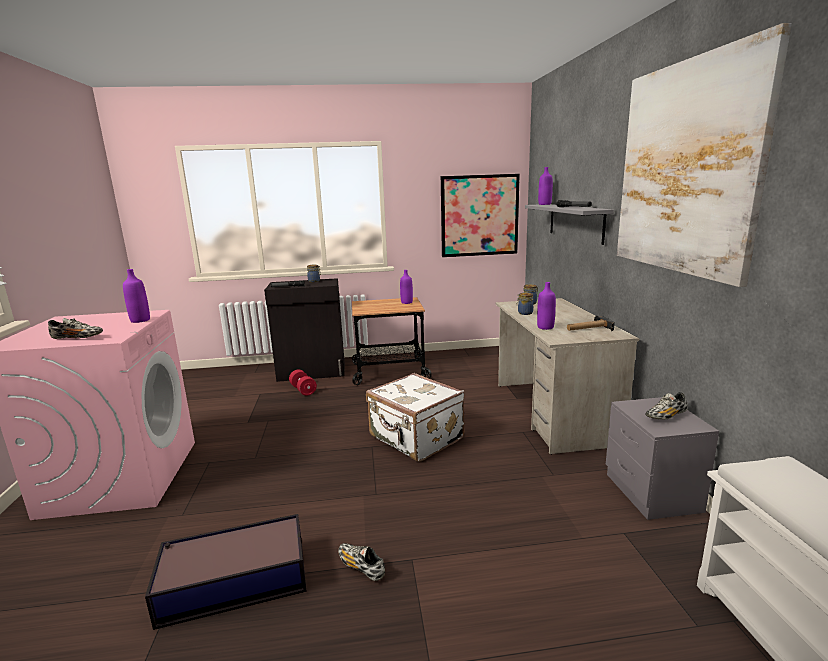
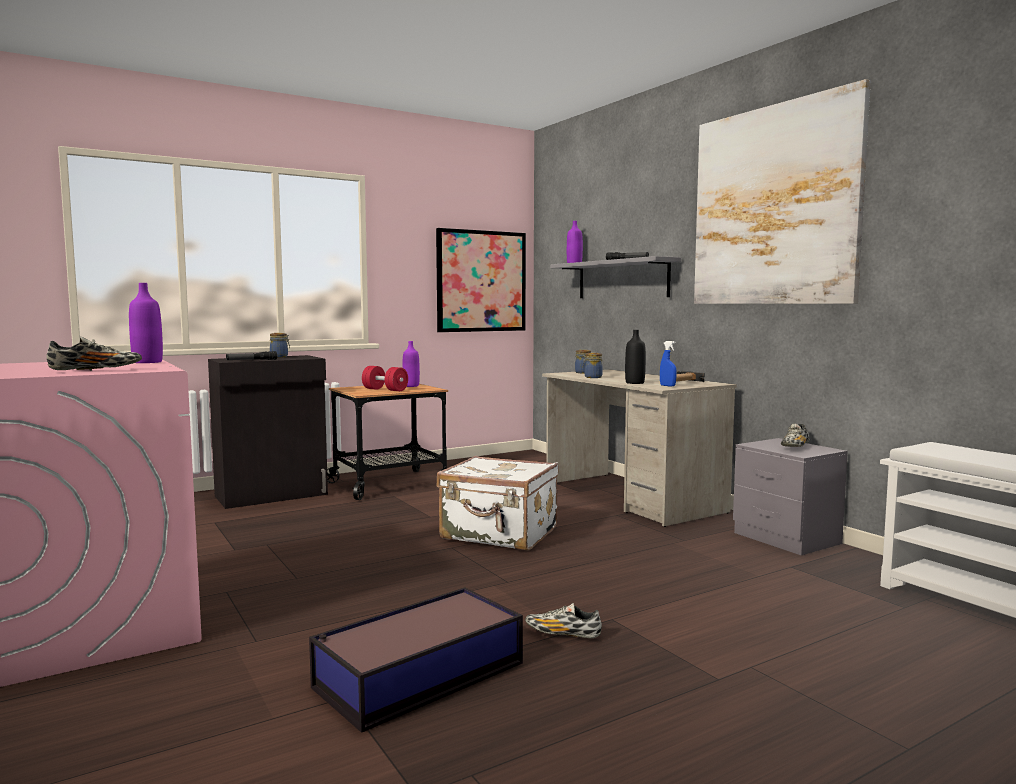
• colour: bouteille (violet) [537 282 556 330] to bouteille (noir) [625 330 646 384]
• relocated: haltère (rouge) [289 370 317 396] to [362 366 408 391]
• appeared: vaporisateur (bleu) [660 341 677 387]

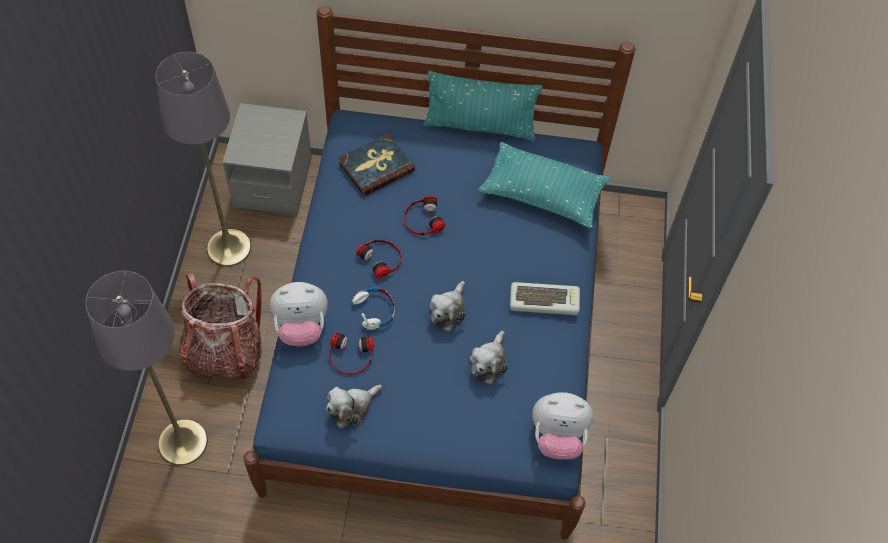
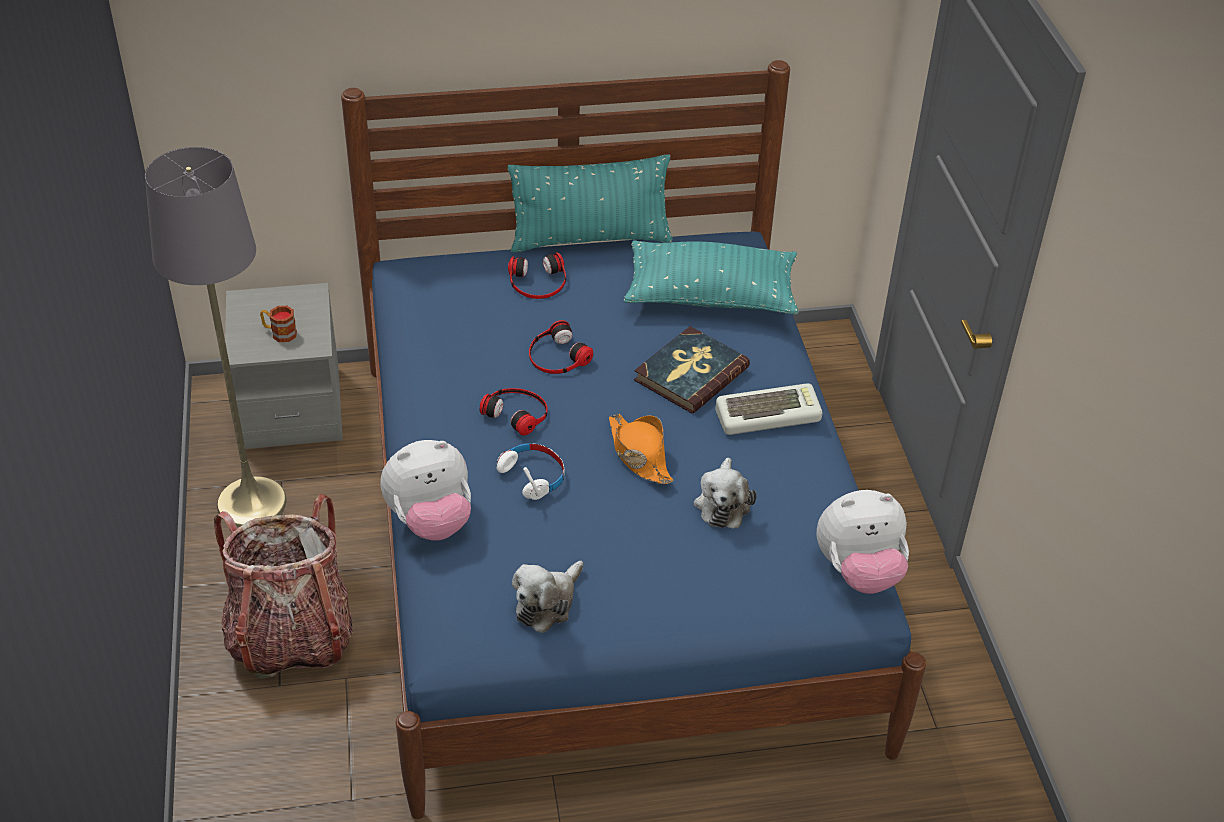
• relocated: livre [339 133 415 196] to [634 326 750 414]
• missing: lampadaire (gris) [85 271 208 466]
• exchanged: peluche [430 281 466 332] to chapeau (orange) [609 413 674 484]
• relocated: casque audio [329 332 374 375] to [508 252 566 299]
• appeared: mug [260 306 297 342]

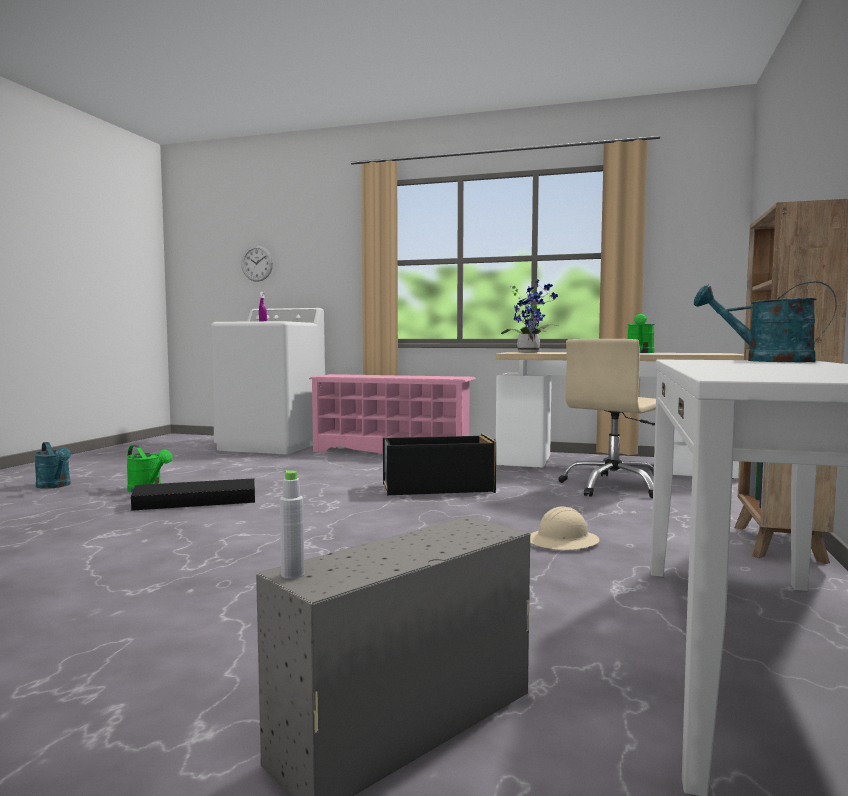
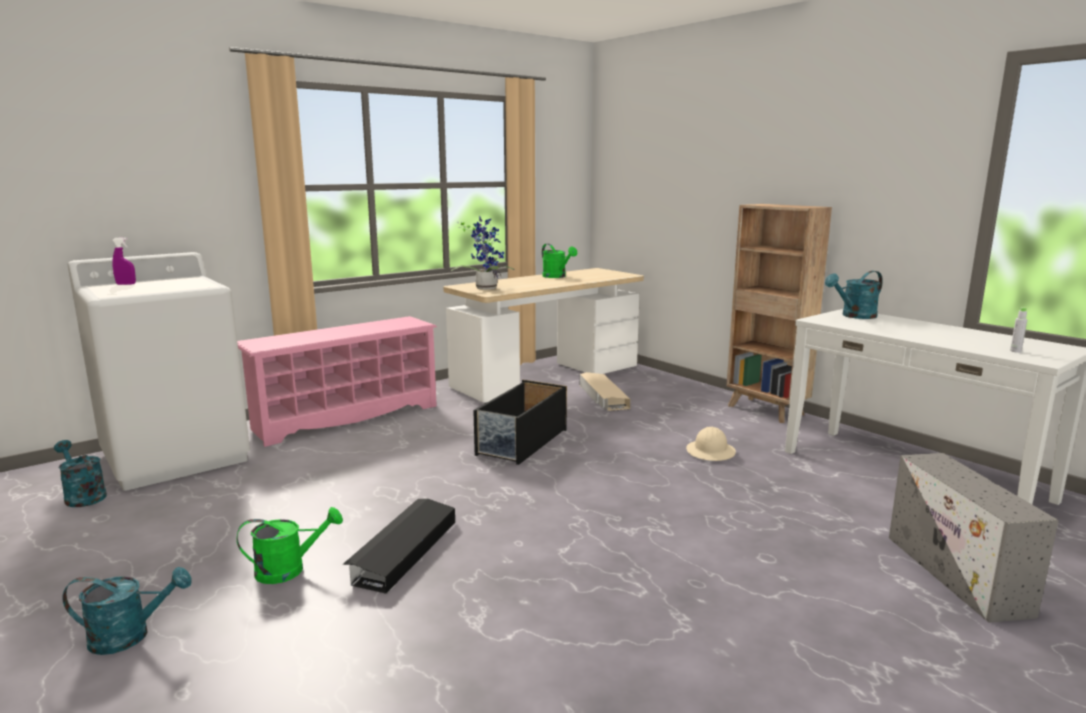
• missing: horloge murale [241 246 273 282]
• exchanged: chaise de bureau (beige) [558 339 656 498] to boîte de rangement (beige) [580 372 630 411]
• relocated: bouteille (gris) [280 470 304 579] to [1010 307 1028 353]
• appeared: arrosoir (turquoise) [54 440 107 507]

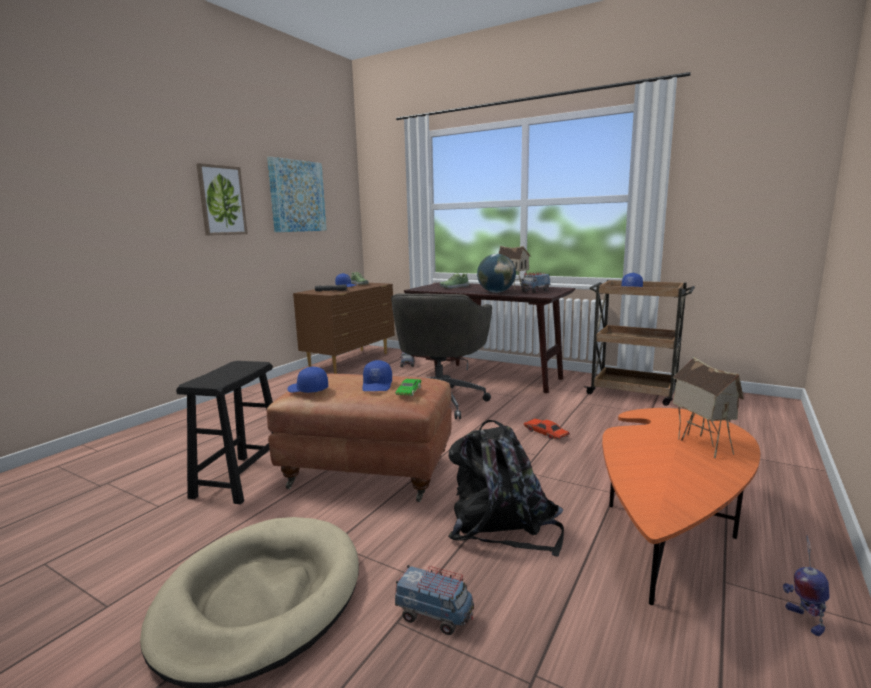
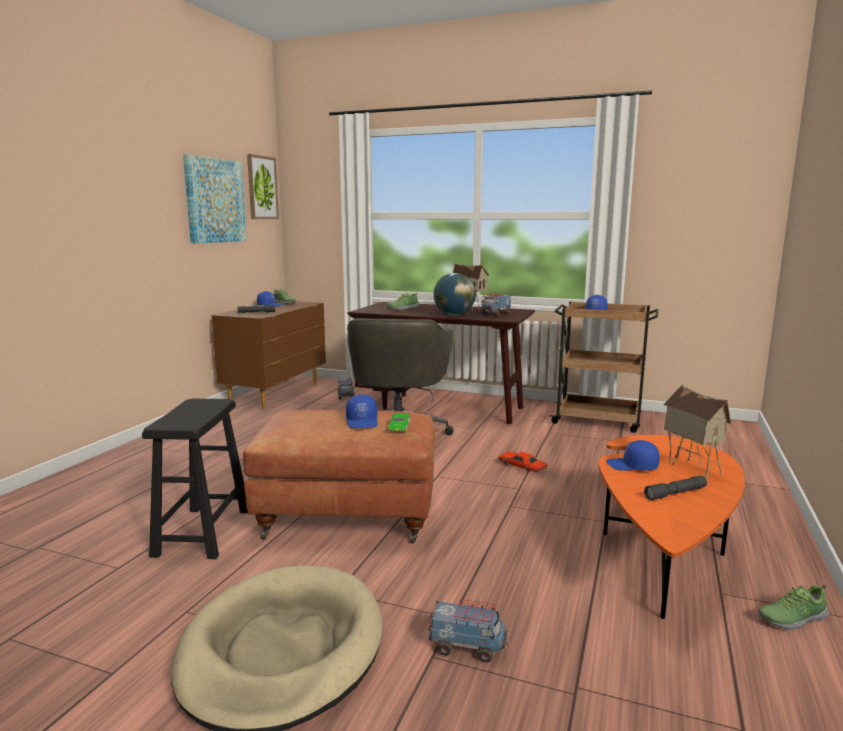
• relocated: tableau [196 163 248 236] to [247 154 279 219]
• relocated: casquette (bleu) [287 367 328 393] to [606 440 660 471]
• missing: sac à dos (noir) [448 420 564 557]
• exchanged: robot jouet [783 536 830 636] to chaussure [758 585 829 630]
• appeared: lampe de poche (gris) [644 476 707 501]

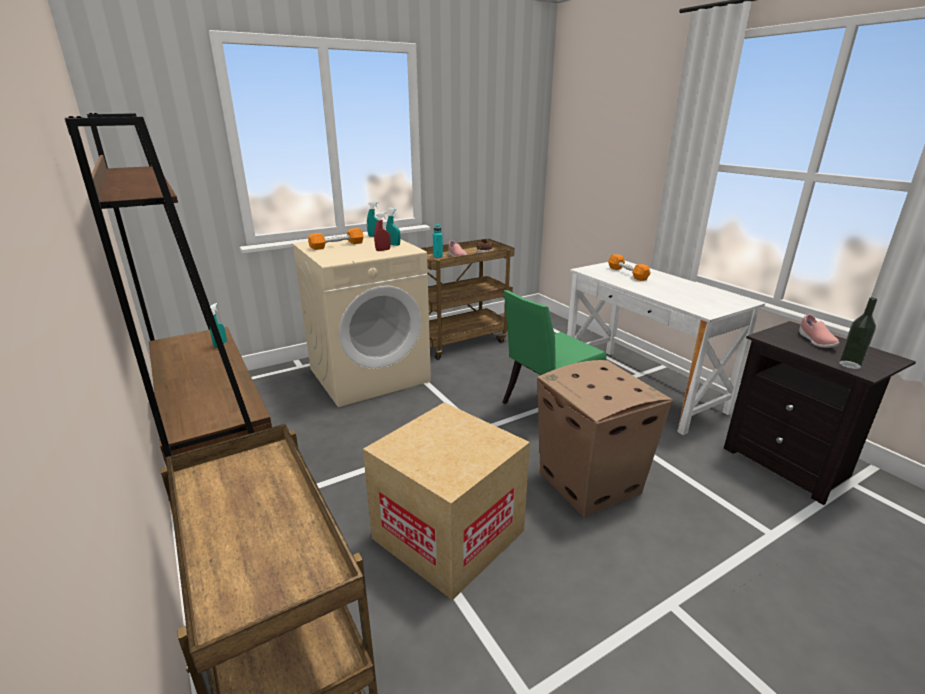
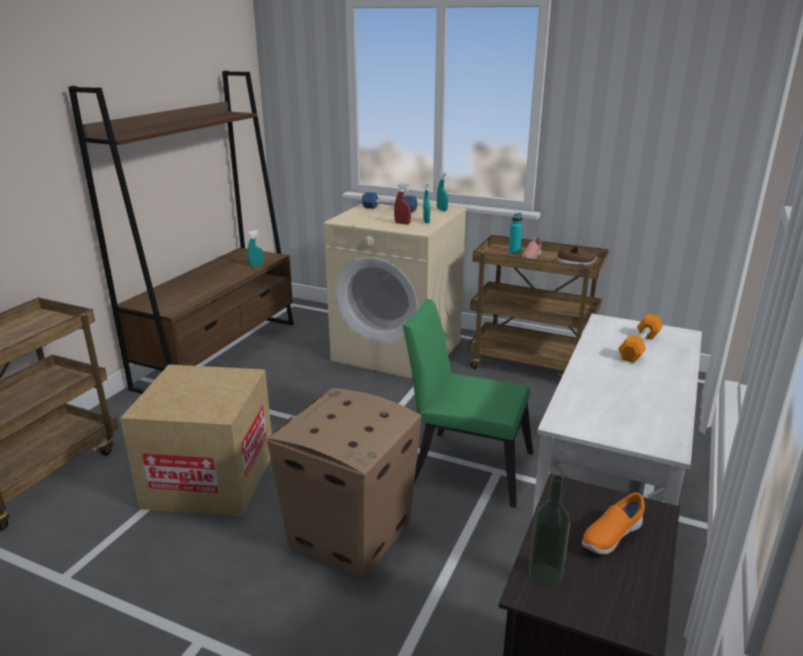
• colour: haltère (orange) [308 228 364 250] to haltère (bleu) [362 192 418 213]
• colour: chaussure (rose) [799 314 839 348] to chaussure (orange) [582 493 645 555]

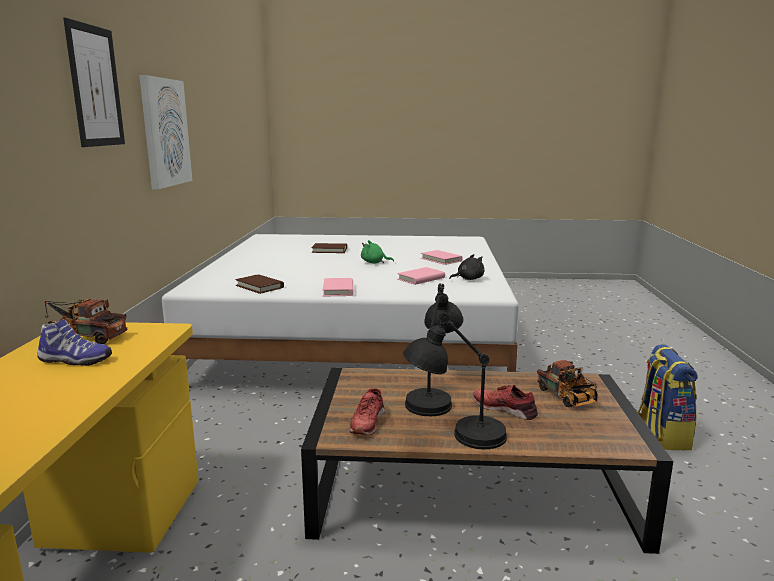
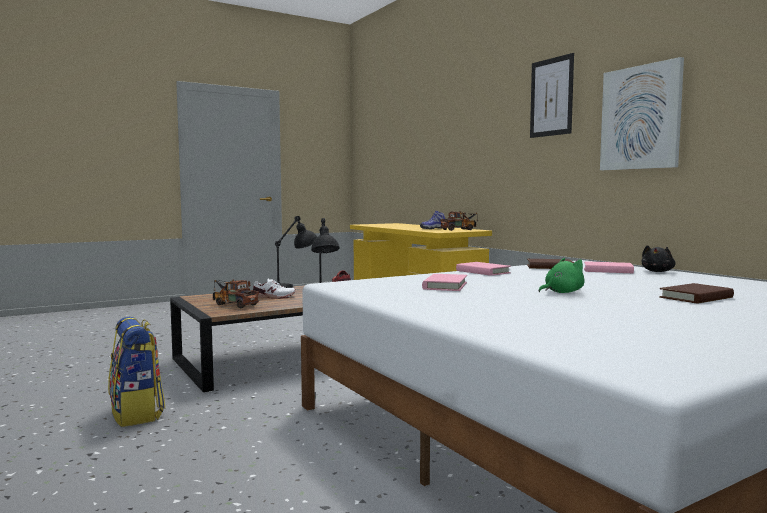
• relocated: livre (rose) [421 250 463 265] to [584 261 634 273]
• relocated: peluche (noir) [449 254 484 280] to [641 245 676 272]
• colour: chaussure (rouge) [473 385 538 420] to chaussure (blanc) [253 279 296 299]

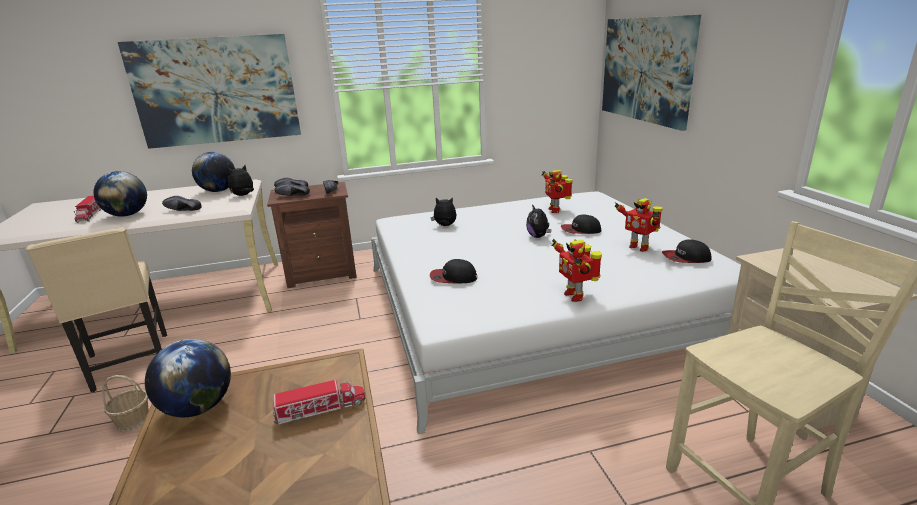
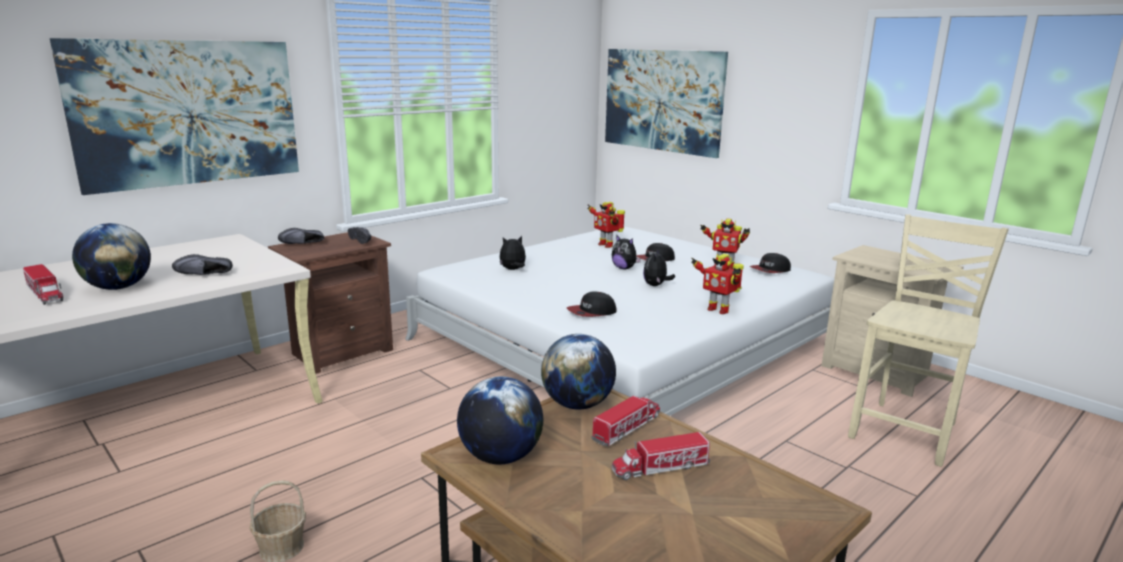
• relocated: globe [192 152 235 192] to [541 334 616 410]
• relocated: peluche [228 165 254 196] to [643 250 675 286]
• missing: chaussure (noir) [275 183 310 196]
• missing: chaise (beige) [26 227 167 392]
• appeared: camion jouet [612 432 710 480]

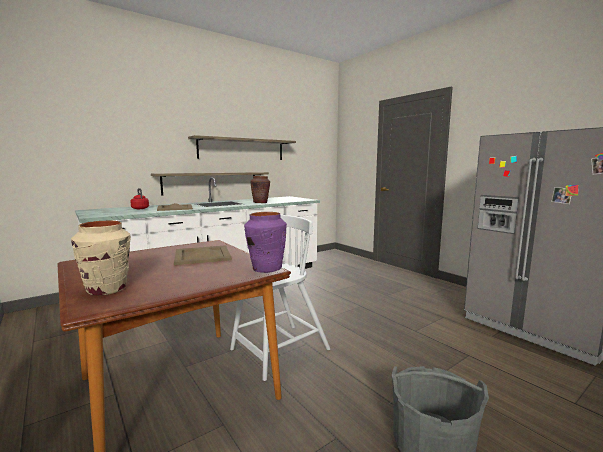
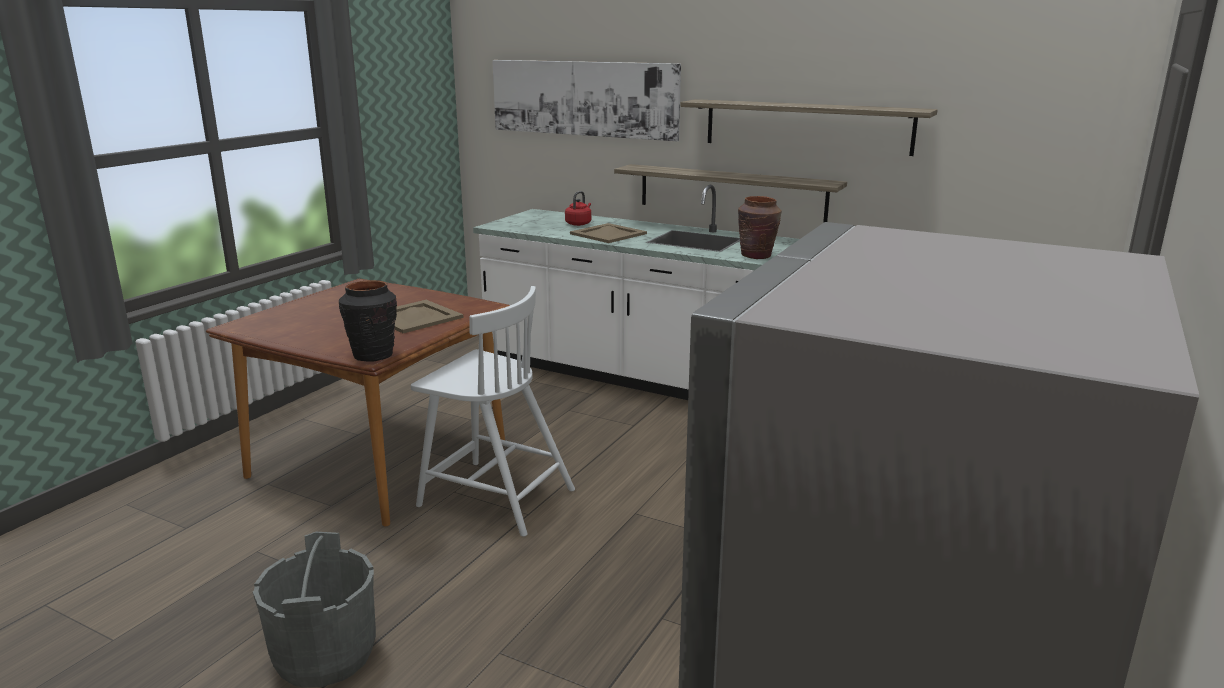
• colour: vase (violet) [244 212 287 273] to vase (noir) [339 280 397 362]
• missing: vase (beige) [71 221 131 296]
• appeared: tableau [492 60 681 141]

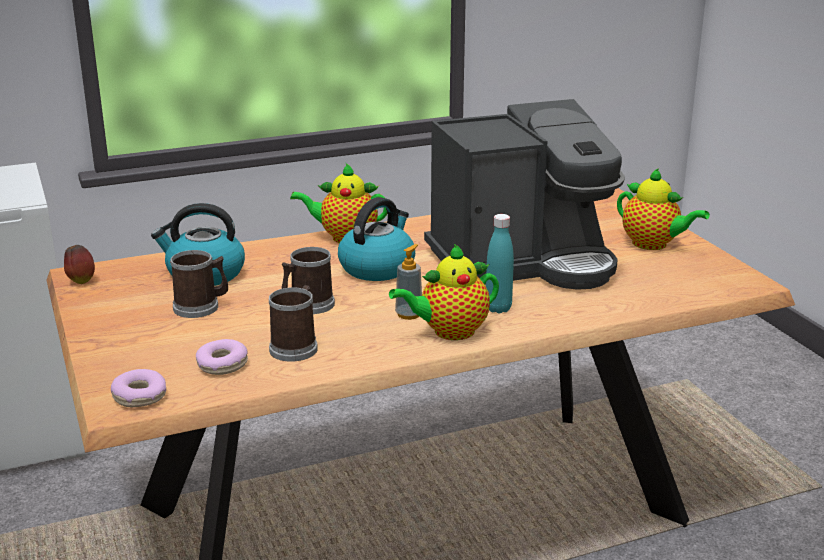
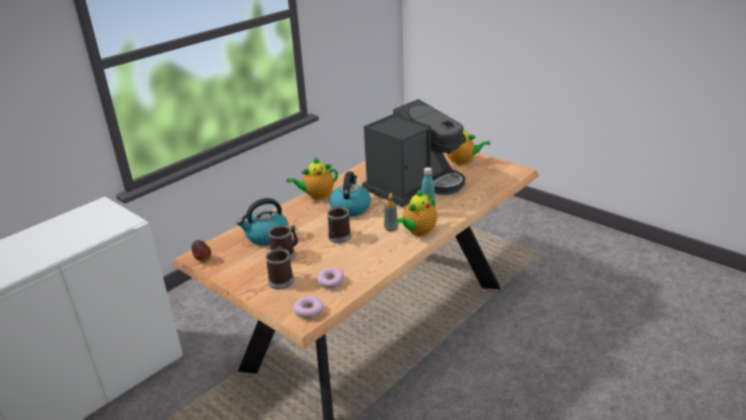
• relocated: mug [269 285 318 362] to [266 246 294 290]

